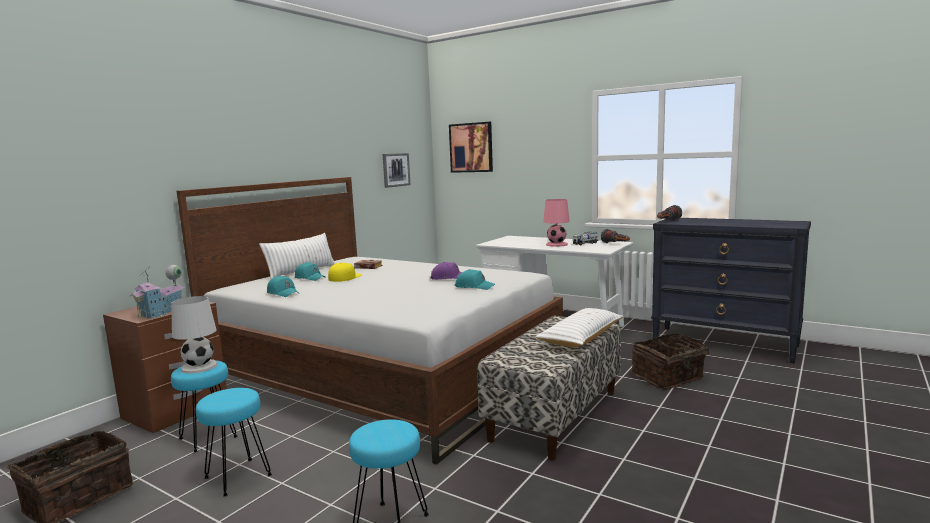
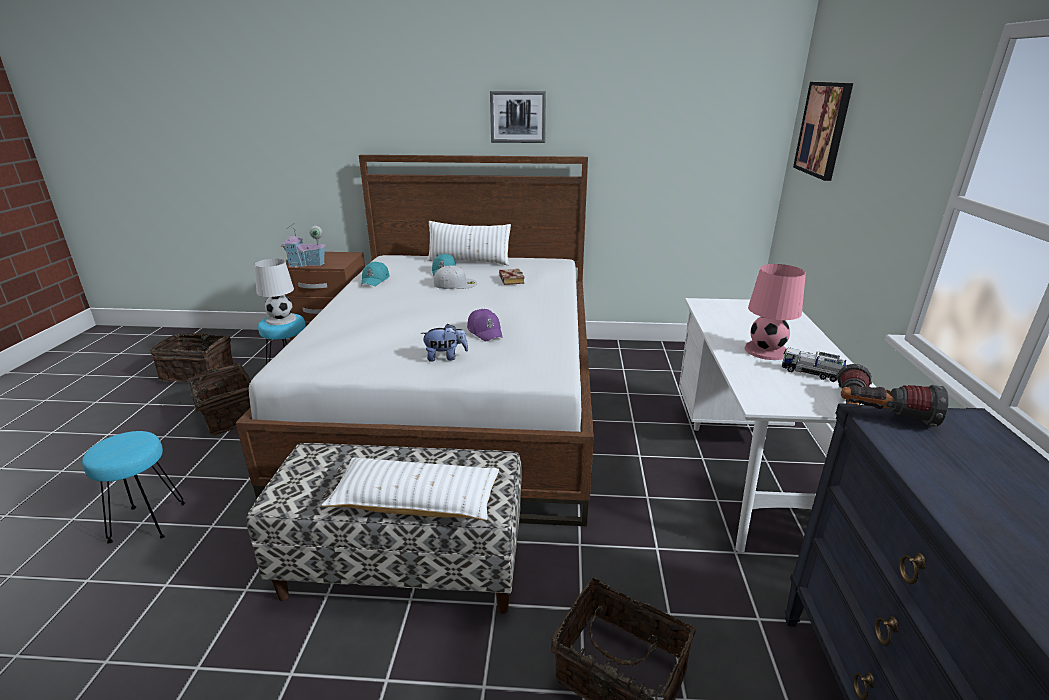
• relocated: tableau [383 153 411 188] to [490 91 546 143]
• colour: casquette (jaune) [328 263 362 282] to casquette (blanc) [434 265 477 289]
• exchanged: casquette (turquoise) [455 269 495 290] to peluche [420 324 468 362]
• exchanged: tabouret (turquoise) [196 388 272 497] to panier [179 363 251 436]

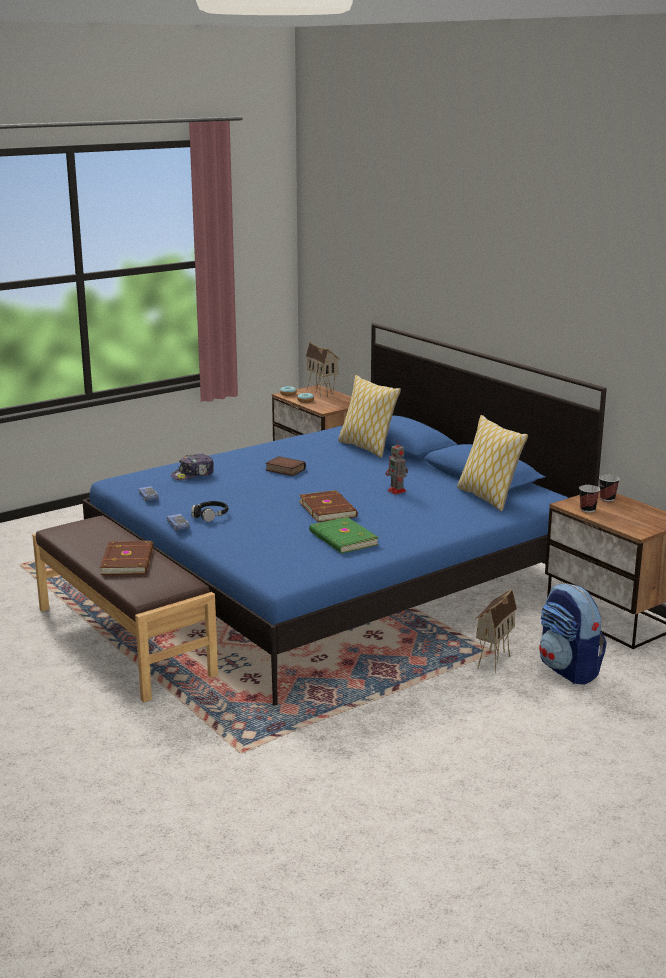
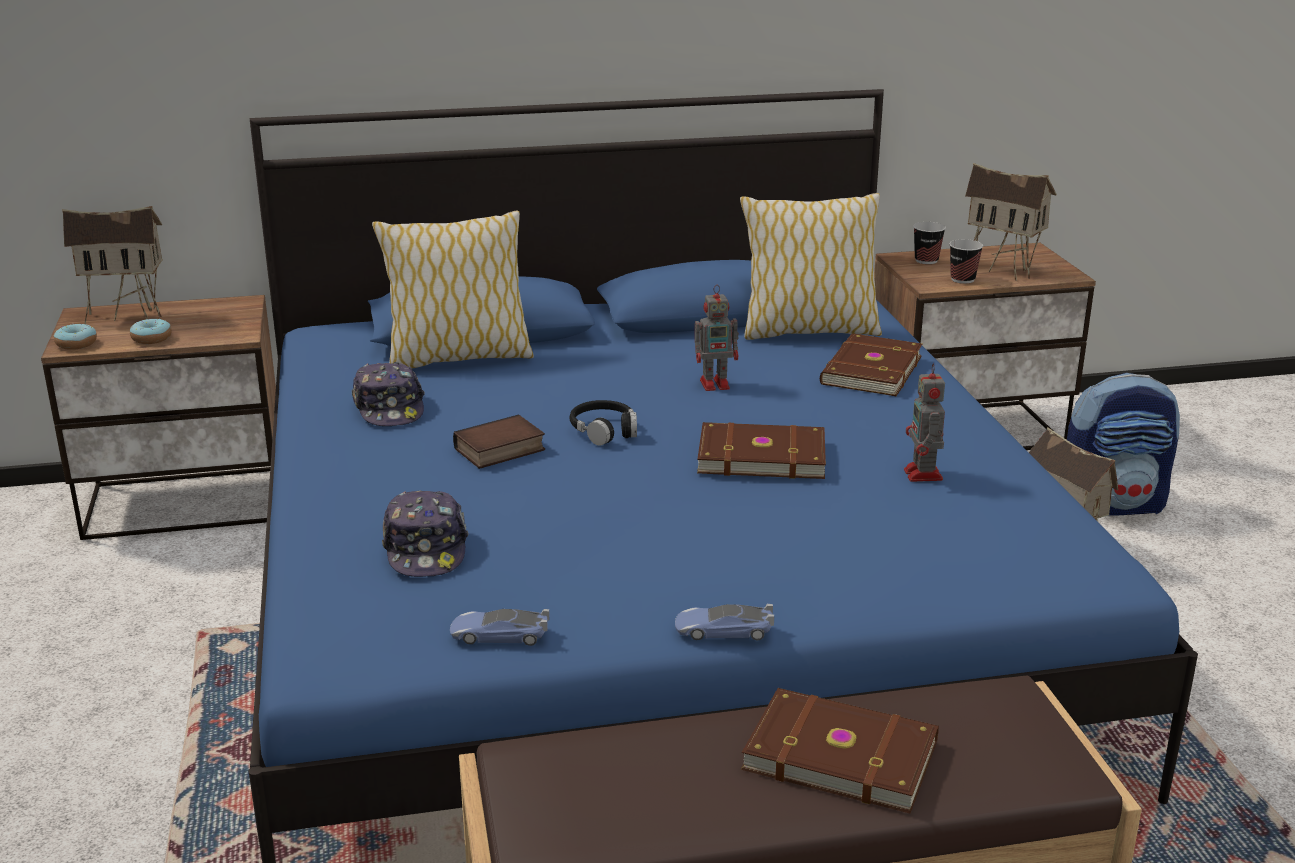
• relocated: casque audio (noir) [191 501 228 522] to [570 400 637 446]
• exchanged: livre (vert) [309 517 379 553] to robot jouet [904 363 945 482]
• appeared: maison miniature [965 163 1057 281]
• appeared: livre (marron) [820 334 922 396]
• appeared: casquette [352 362 425 426]

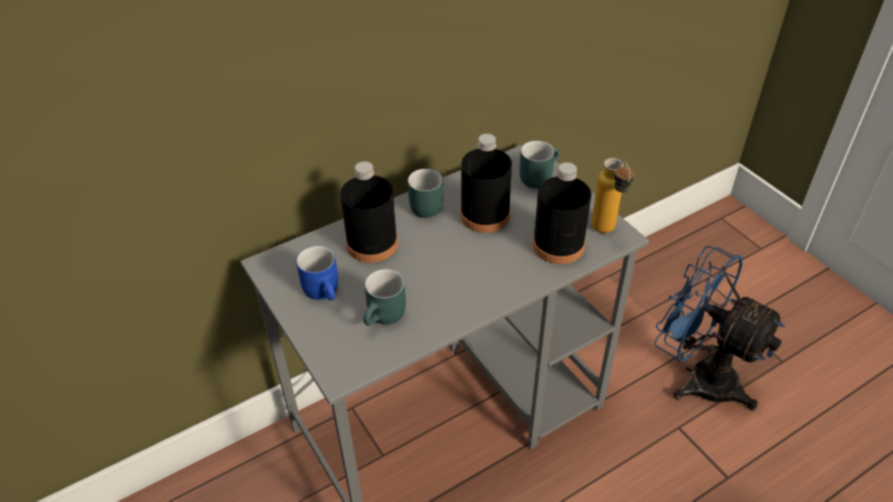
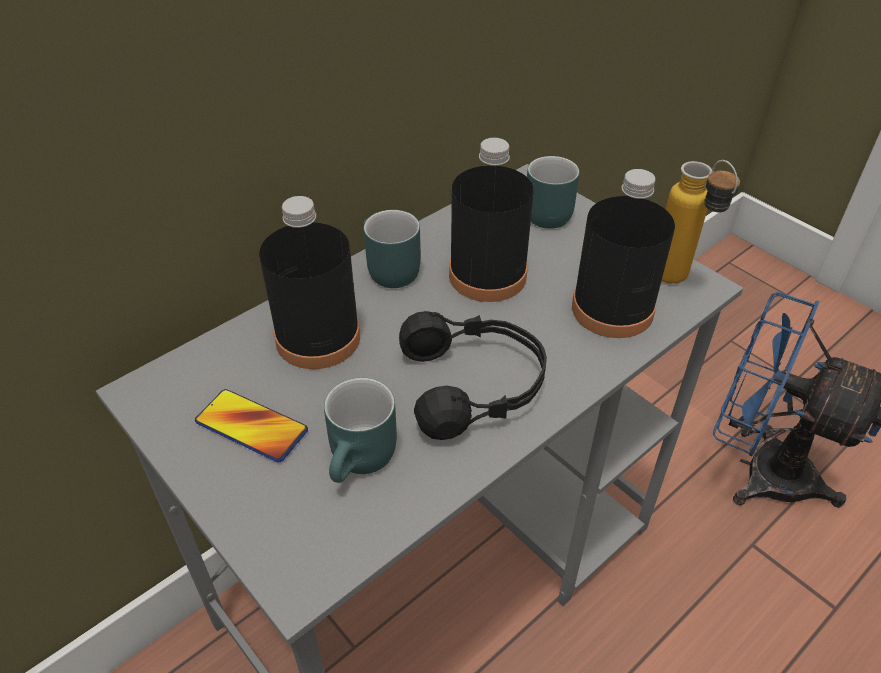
• exchanged: mug (bleu) [296 246 338 301] to téléphone [195 389 308 462]
• appeared: casque audio (noir) [399 311 547 440]

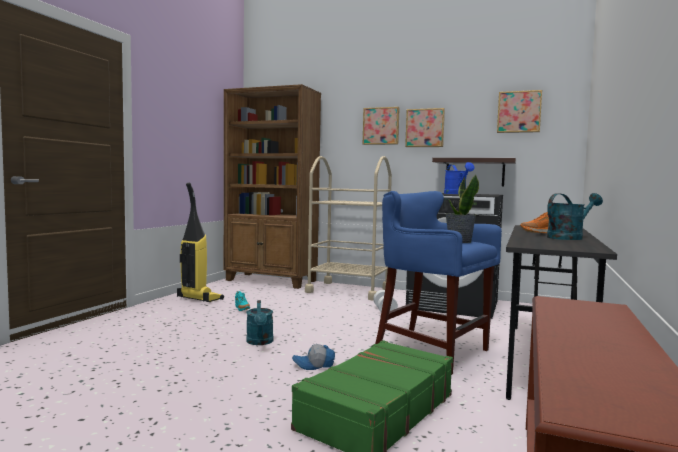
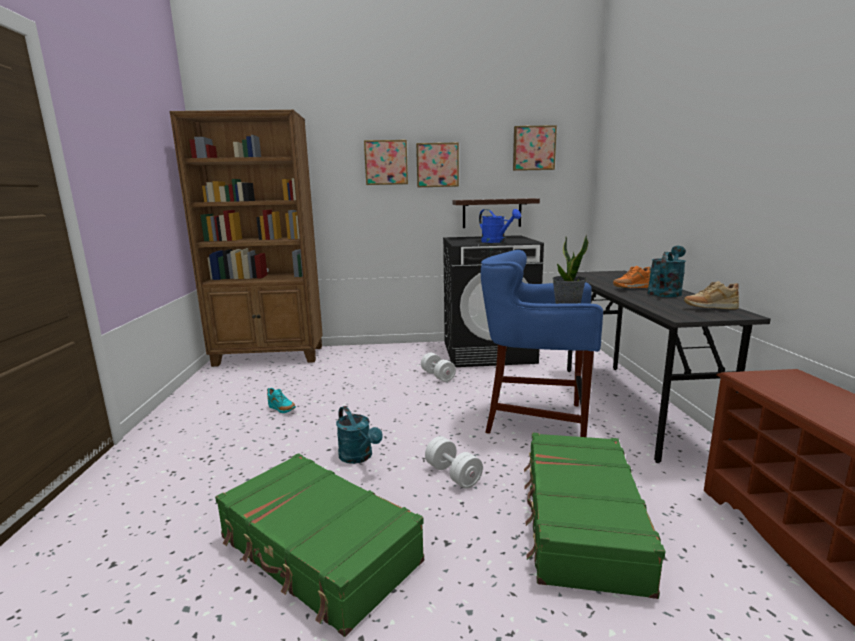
• missing: chariot (beige) [305 156 392 300]
• missing: aspirateur [177 183 224 302]
• exchanged: casquette [292 344 335 370] to haltère (blanc) [425 436 483 489]
• appeared: chaussure (beige) [684 281 739 310]
• appeared: valise (vert) [215 453 424 637]

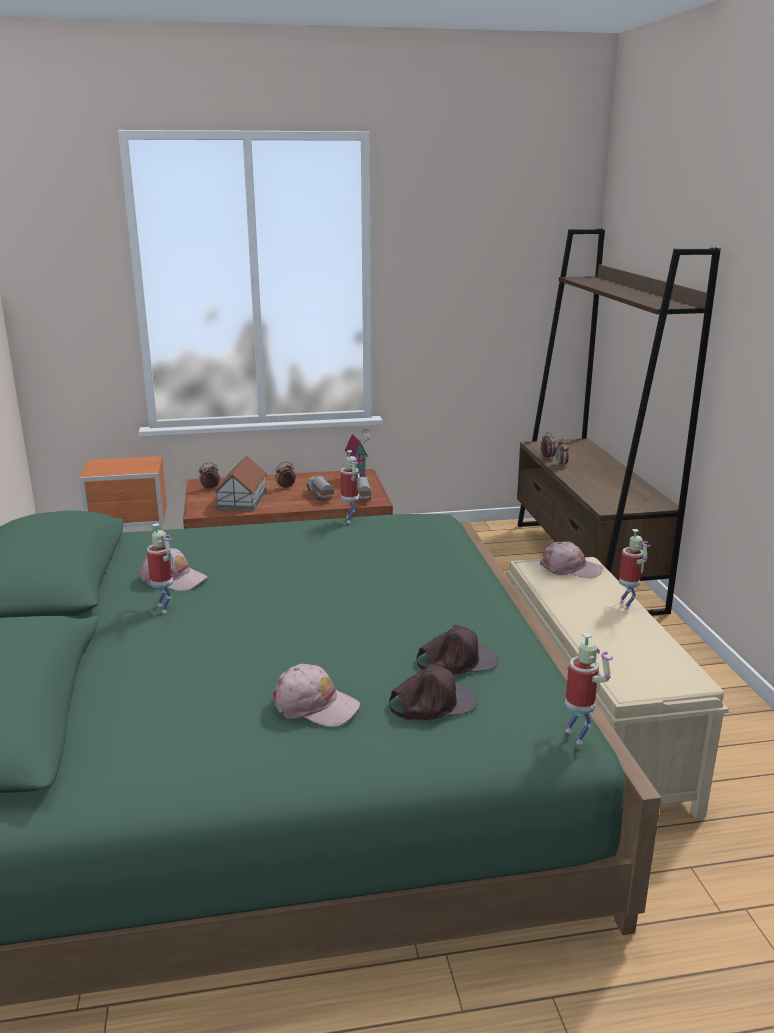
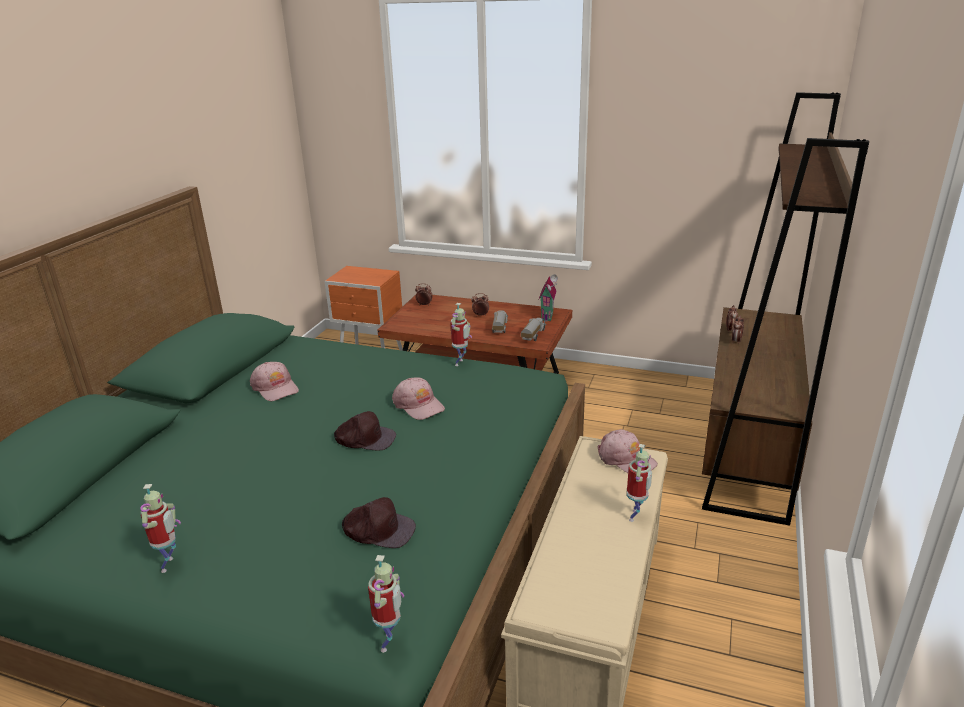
• missing: maison miniature [214 456 268 511]
• relocated: robot jouet [147 523 174 613] to [140 484 181 573]
• relocated: casquette (rose) [271 664 360 727] to [392 378 445 420]
• relocated: casquette (marron) [389 664 477 720] to [334 411 396 450]

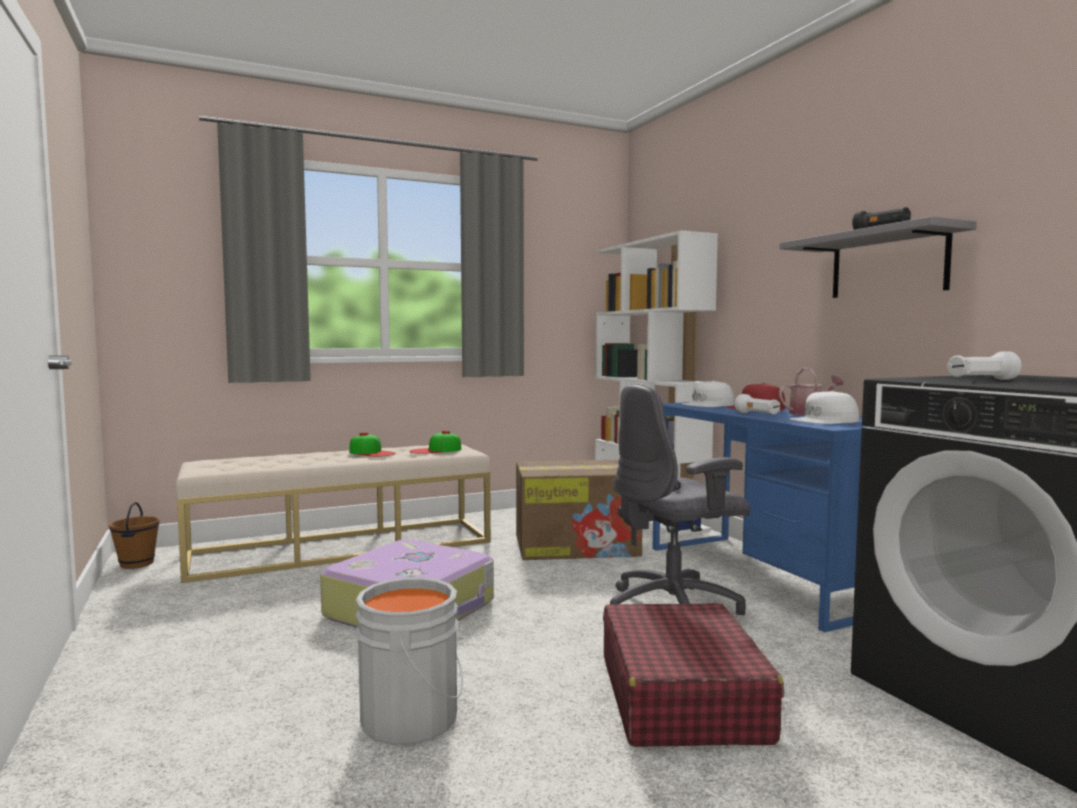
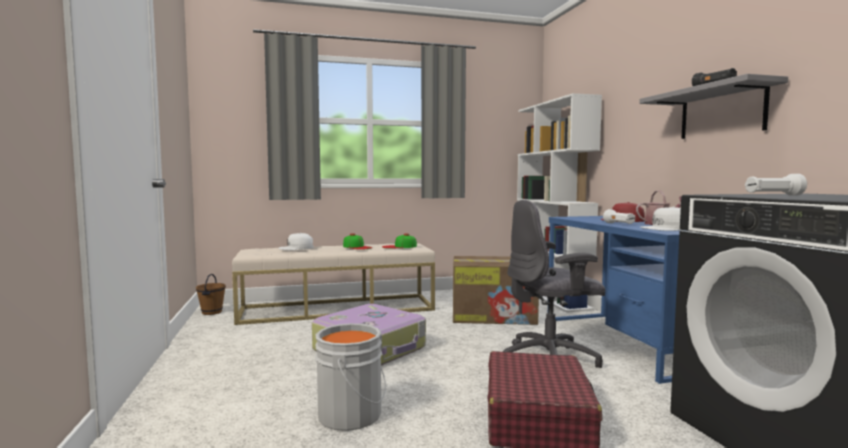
• relocated: casquette (blanc) [682 381 734 407] to [278 233 313 250]

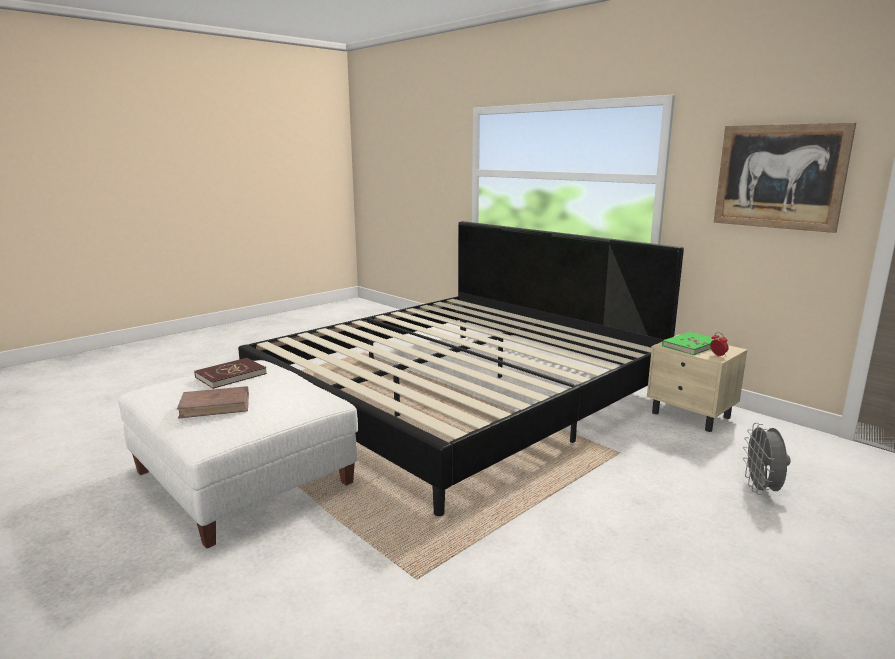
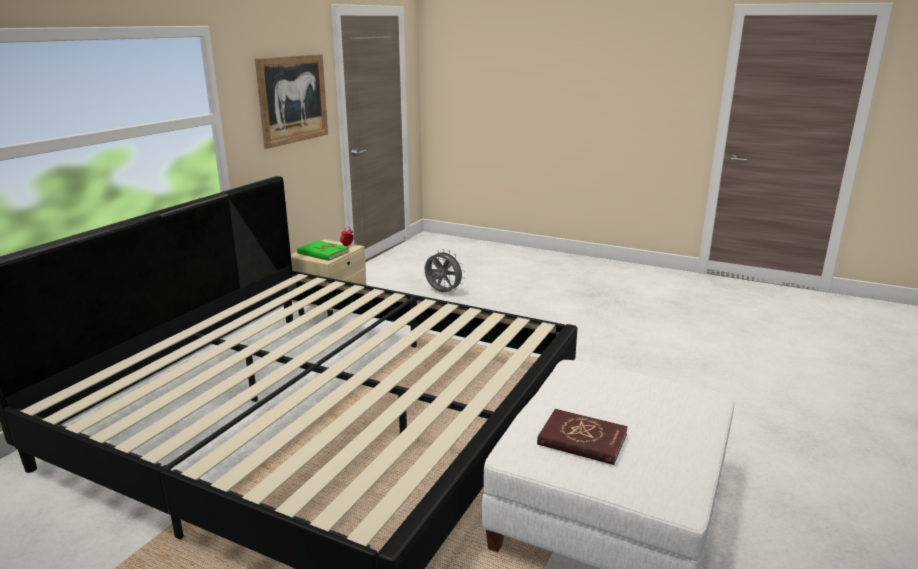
• missing: livre (marron) [177 386 249 419]
• spun: ventilateur (gris) [743 423 791 495] = [425 249 465 292] 135 degrees counterclockwise

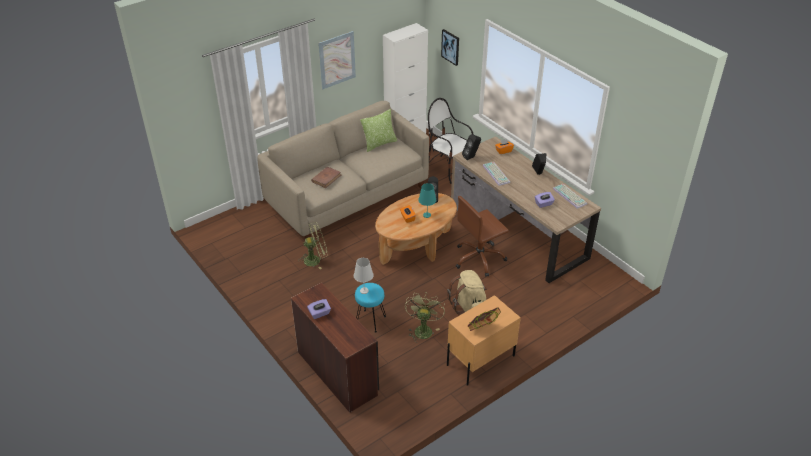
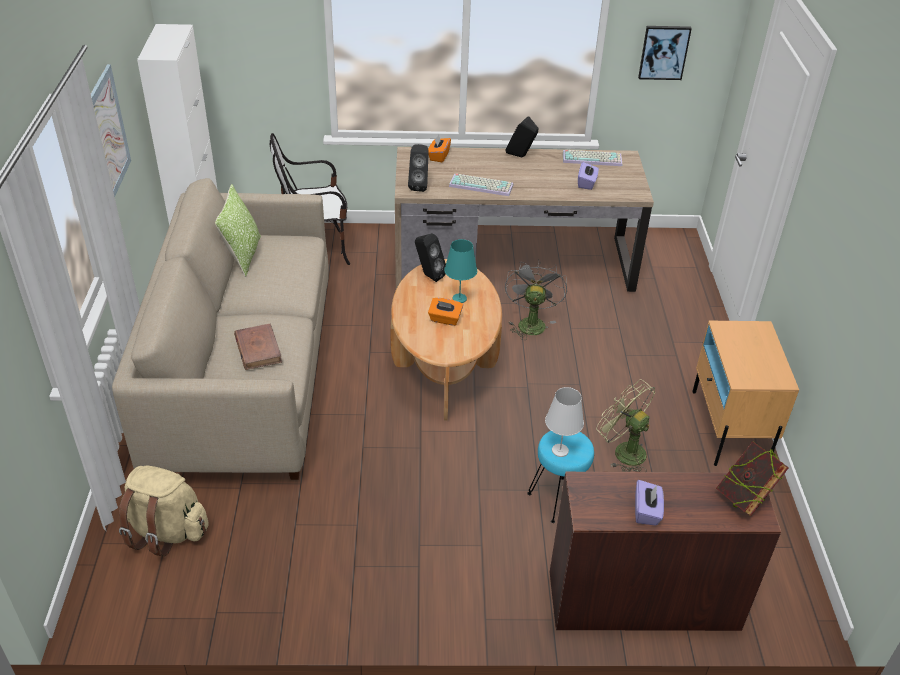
• relocated: tableau [441 29 459 66] to [638 26 692 80]
• exchanged: chaise de bureau (marron) [456 196 509 277] to ventilateur (gris) [505 259 567 340]
• missing: ventilateur (vert) [298 222 328 269]
• relocated: sac à dos (beige) [447 270 487 315] to [119 465 209 557]
• relocated: livre [467 307 501 331] to [716 442 789 516]

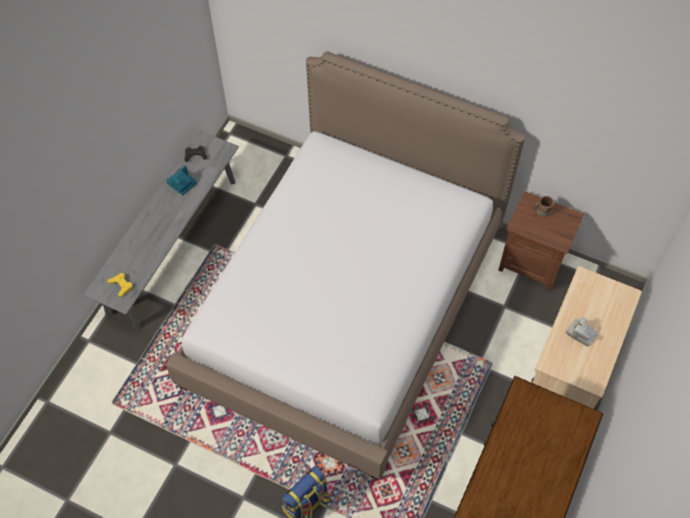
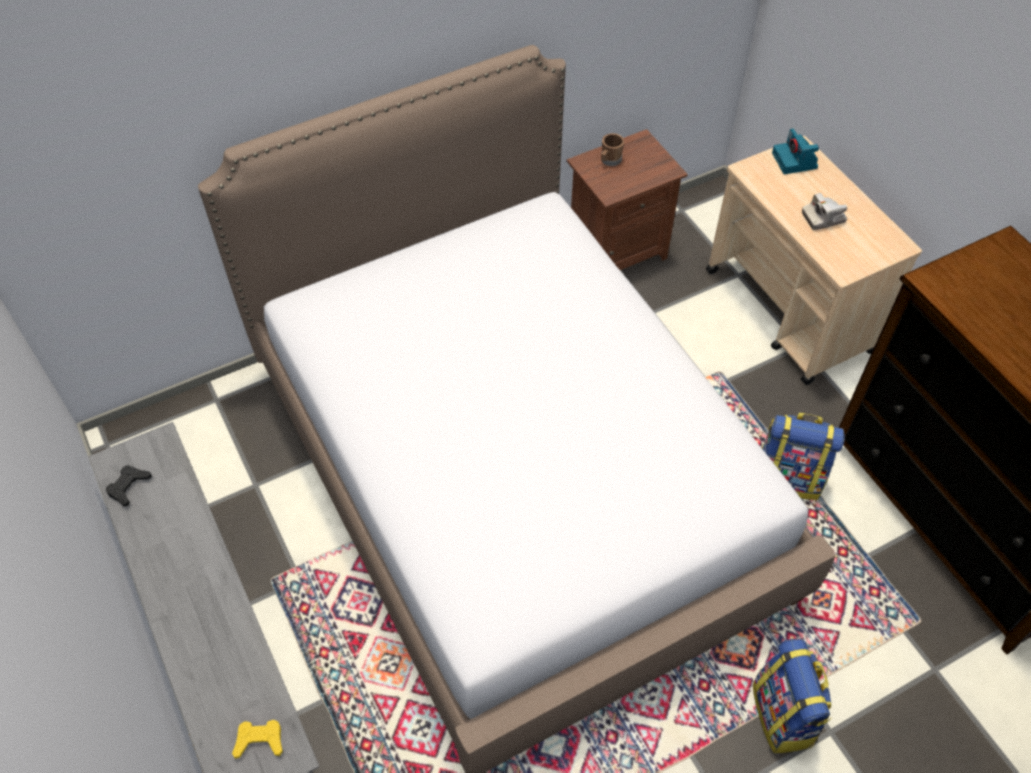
• relocated: appareil photo [166 166 197 195] to [772 128 819 175]
• appeared: sac à dos [762 413 845 500]

